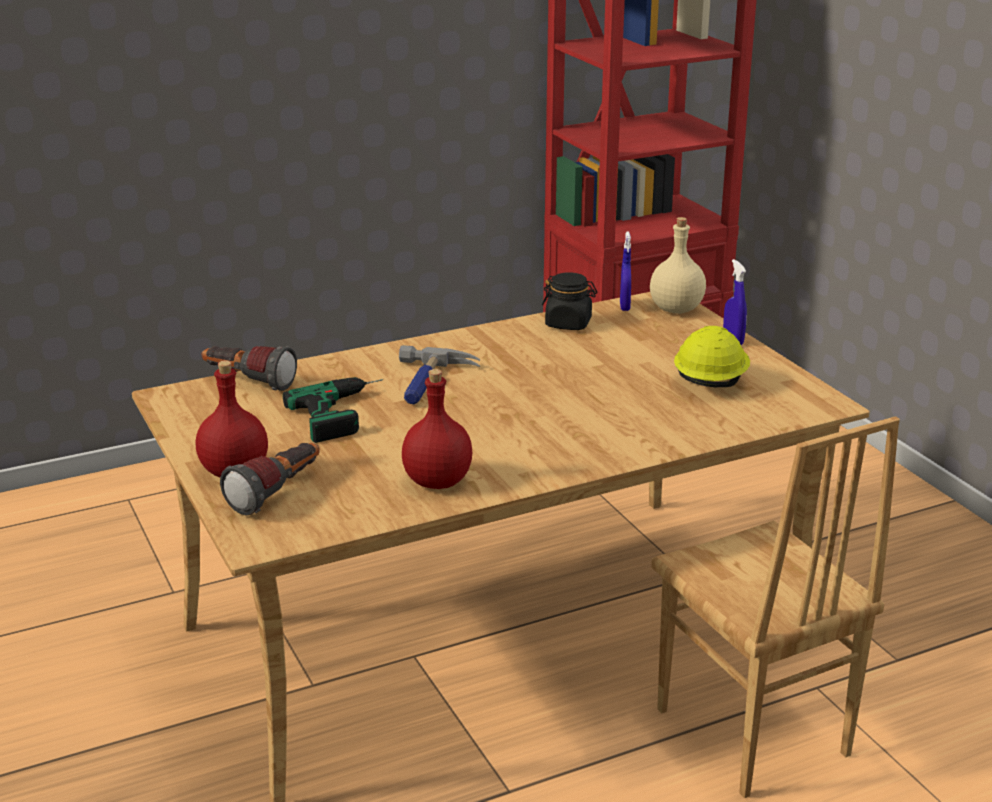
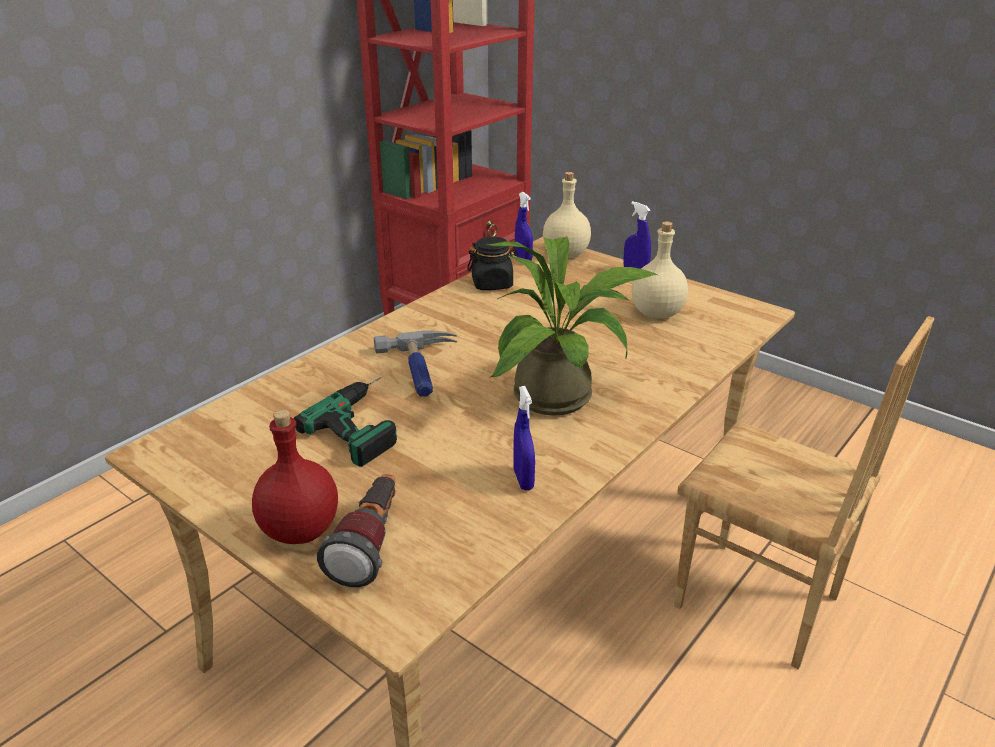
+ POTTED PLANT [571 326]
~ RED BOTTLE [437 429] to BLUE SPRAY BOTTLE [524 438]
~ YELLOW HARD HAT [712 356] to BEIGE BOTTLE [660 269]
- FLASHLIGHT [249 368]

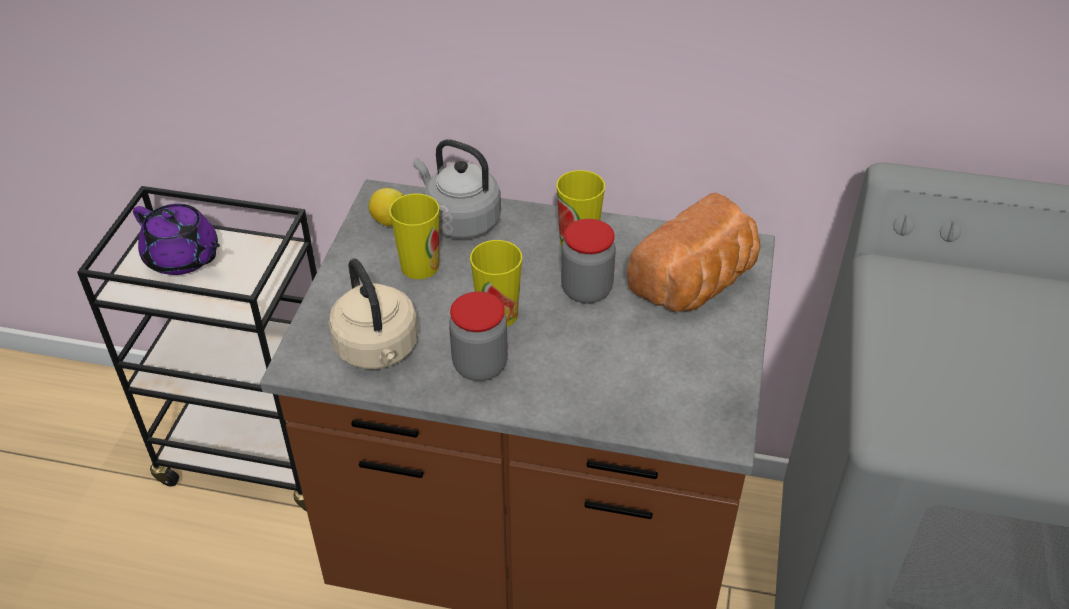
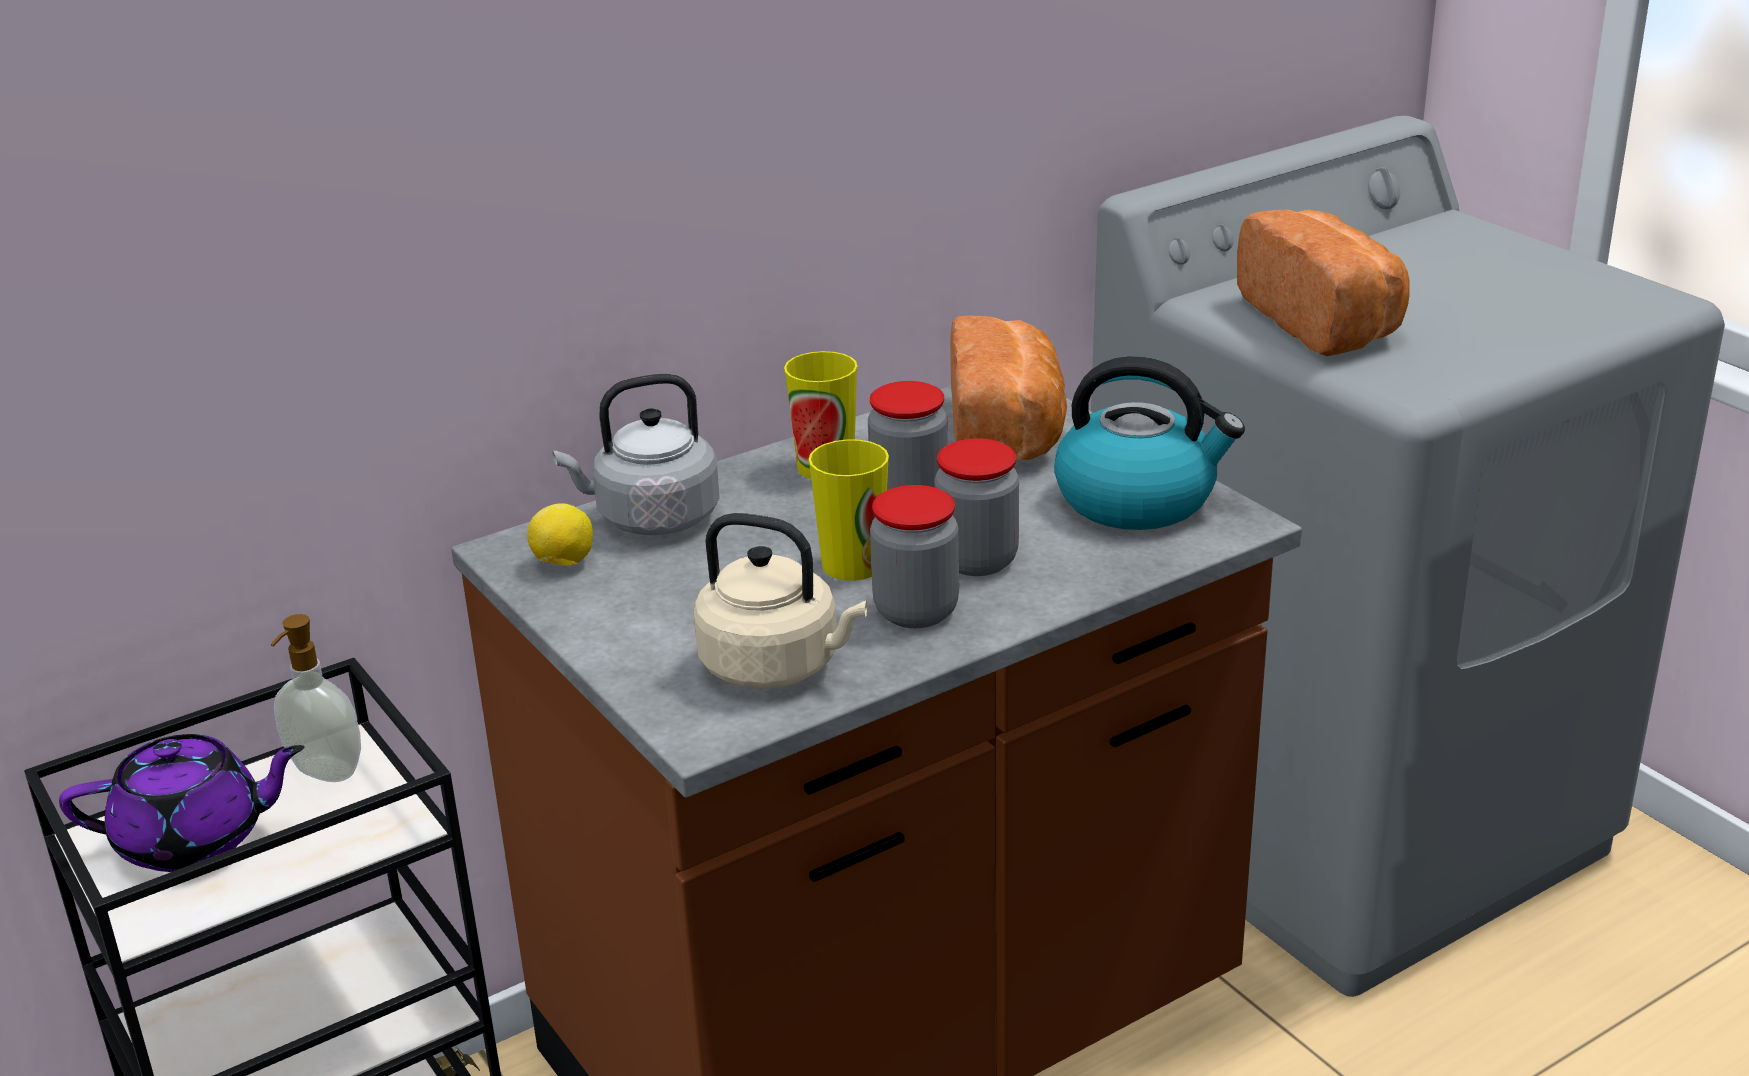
+ SOAP DISPENSER [316 698]
+ JAR [976 507]
+ KETTLE [1149 443]
+ BREAD [1323 283]
- CUP [414 236]

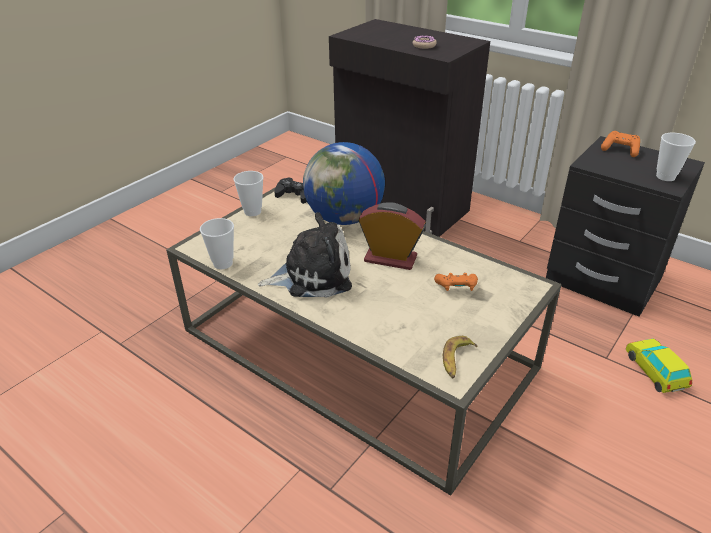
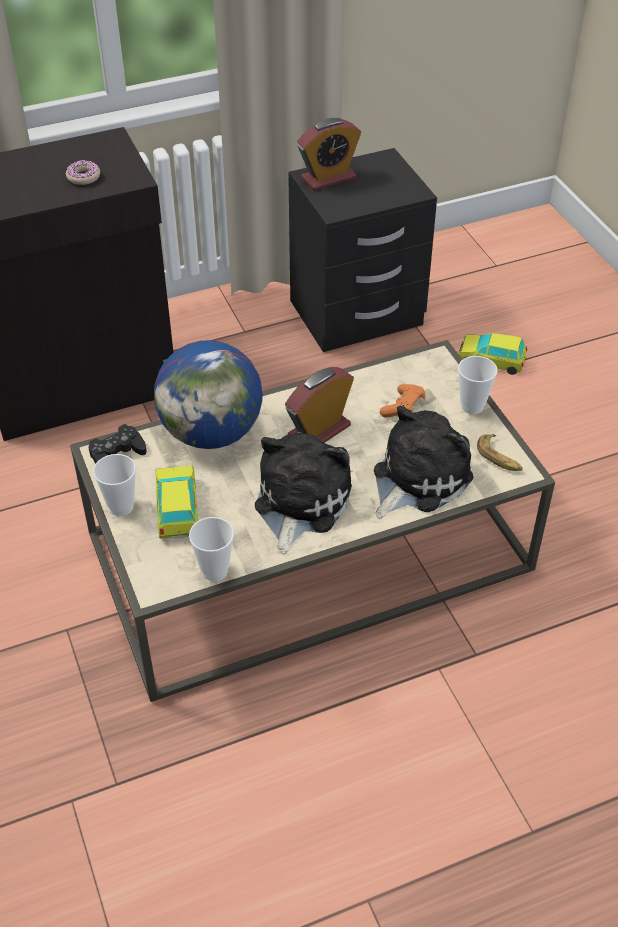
+ TOY CAR [176 502]
~ ORANGE GAME CONTROLLER [620 144] to ALARM CLOCK [329 154]
+ PLUSH TOY [423 461]
~ CUP [676 157] to [478 385]

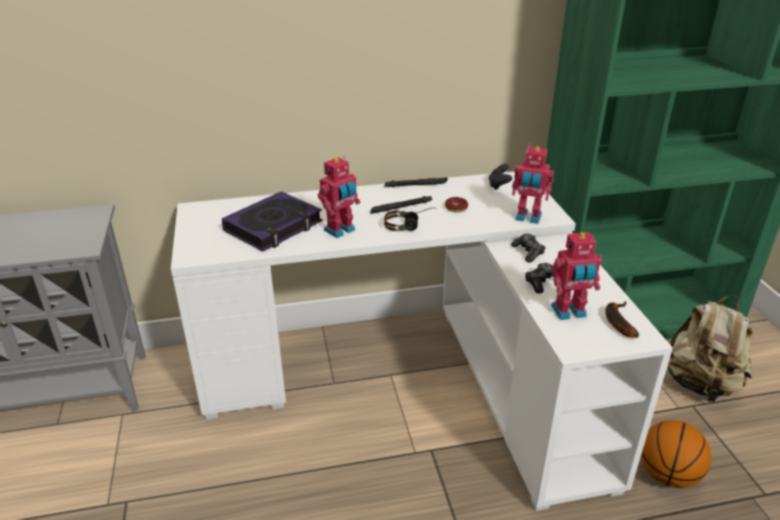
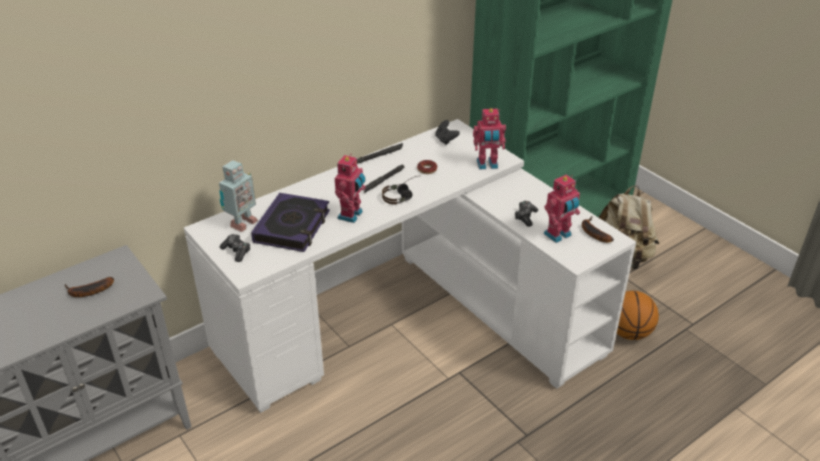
+ BANANA [89 287]
+ TOY ROBOT [238 196]
~ GAME CONTROLLER [528 248] to [235 248]

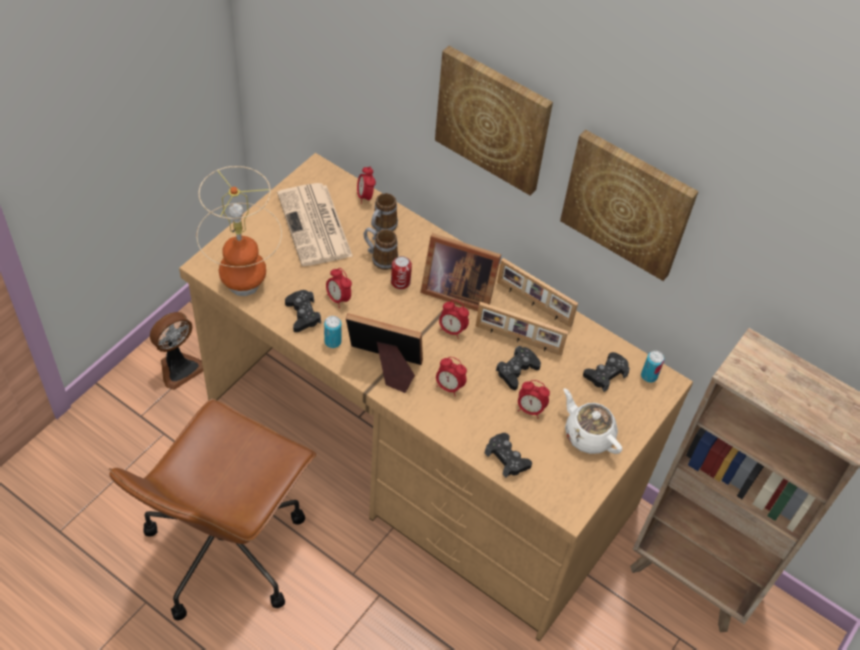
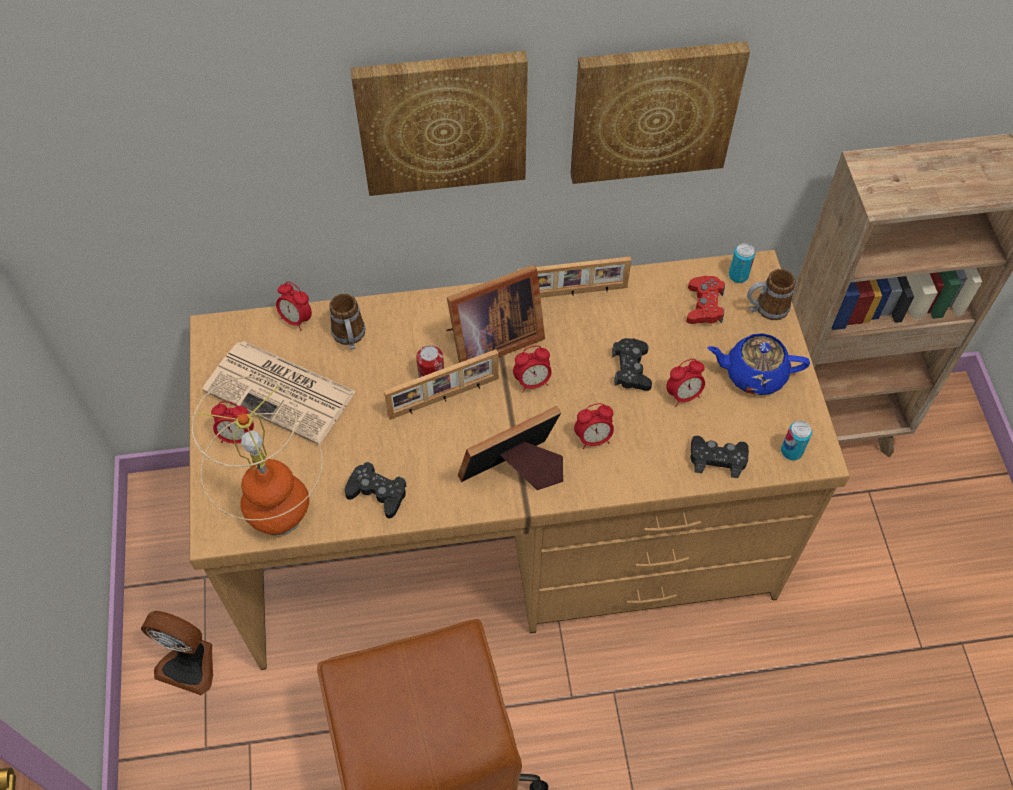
~ FAN [176 351] = [177 653] 105 degrees clockwise
~ ALARM CLOCK [339 288] to [232 422]
~ PICTURE FRAME [522 328] to [441 384]
~ BLACK GAME CONTROLLER [606 372] to RED GAME CONTROLLER [705 300]
~ WHITE TEAPOT [593 421] to BLUE TEAPOT [759 364]
~ MUG [381 248] to [771 294]
~ CAN [332 332] to [796 440]

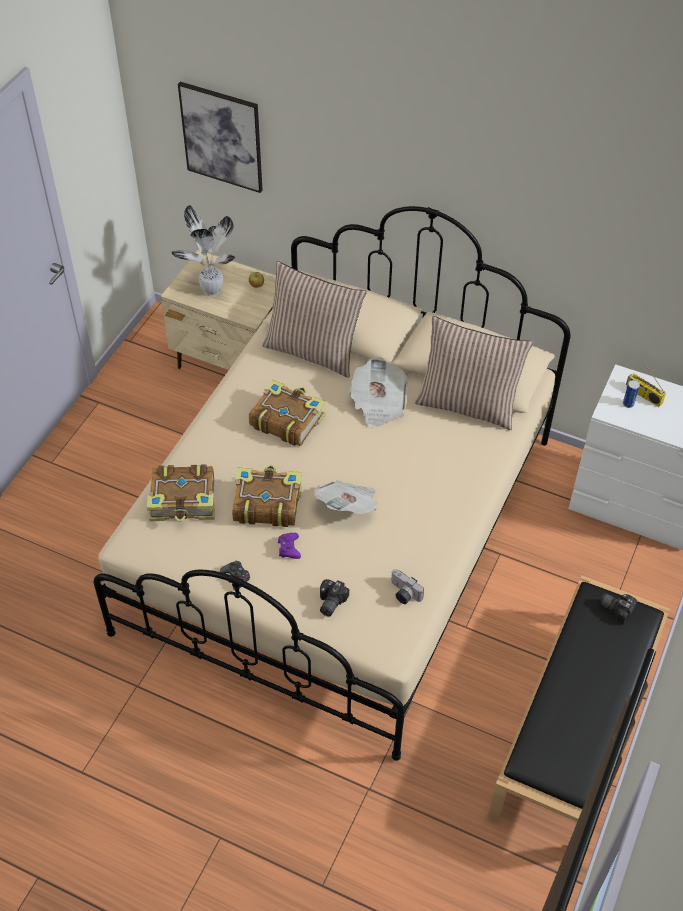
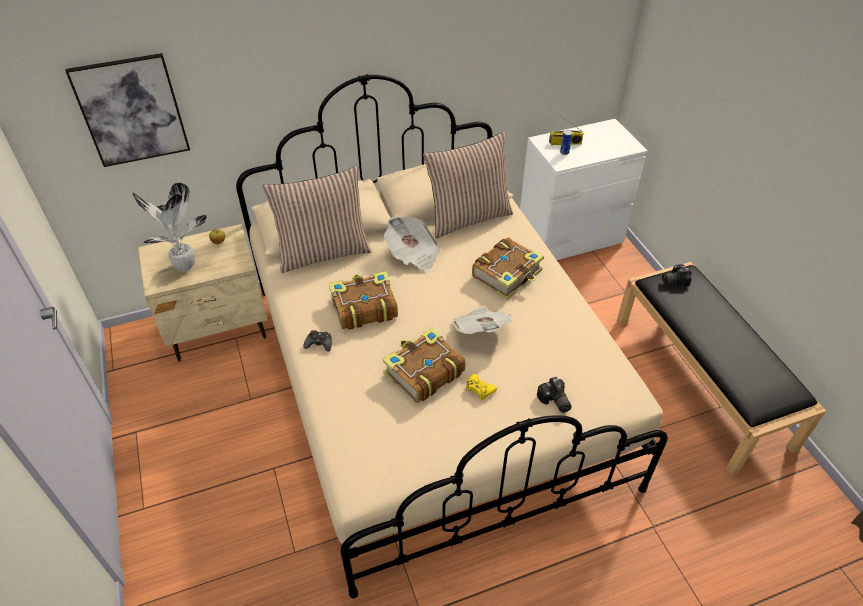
~ BLACK GAME CONTROLLER [235 576] to [317 341]
~ PURPLE GAME CONTROLLER [289 546] to YELLOW GAME CONTROLLER [481 387]
~ BOOK [181 492] to [508 268]
- PHOTO CAMERA [407 586]

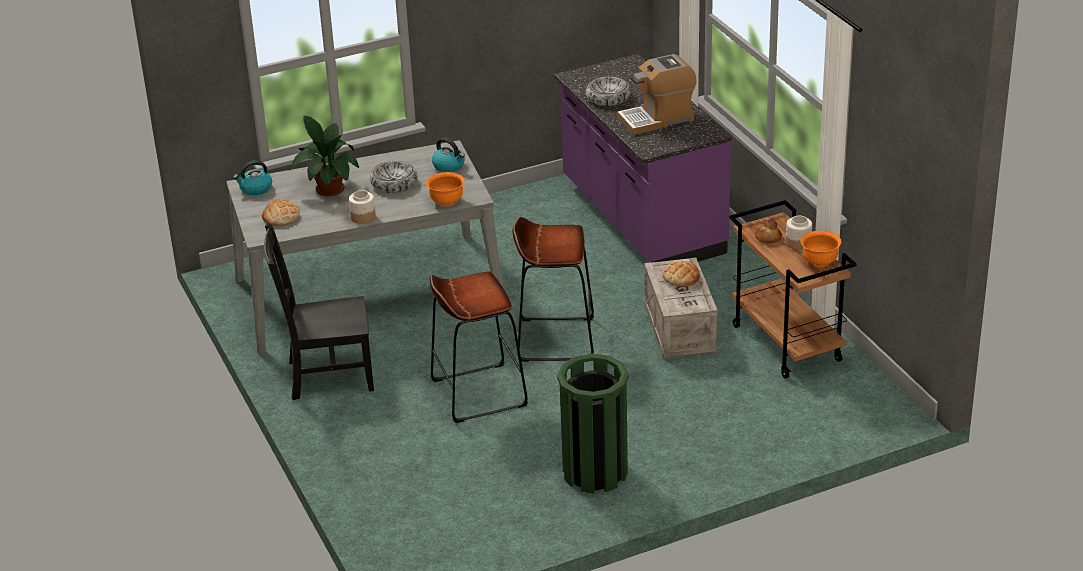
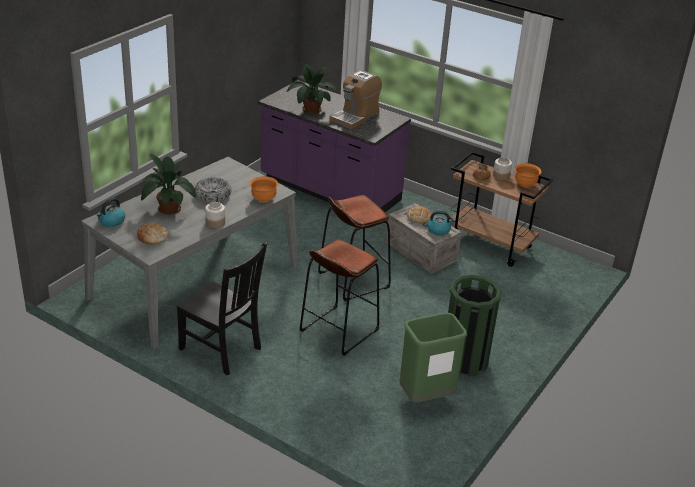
~ BLACK CHAIR [319 311] = [221 308] 105 degrees counterclockwise
~ BOWL [608 91] to POTTED PLANT [312 89]
+ GREEN TRASH CAN [433 357]
~ KETTLE [448 155] to [441 223]

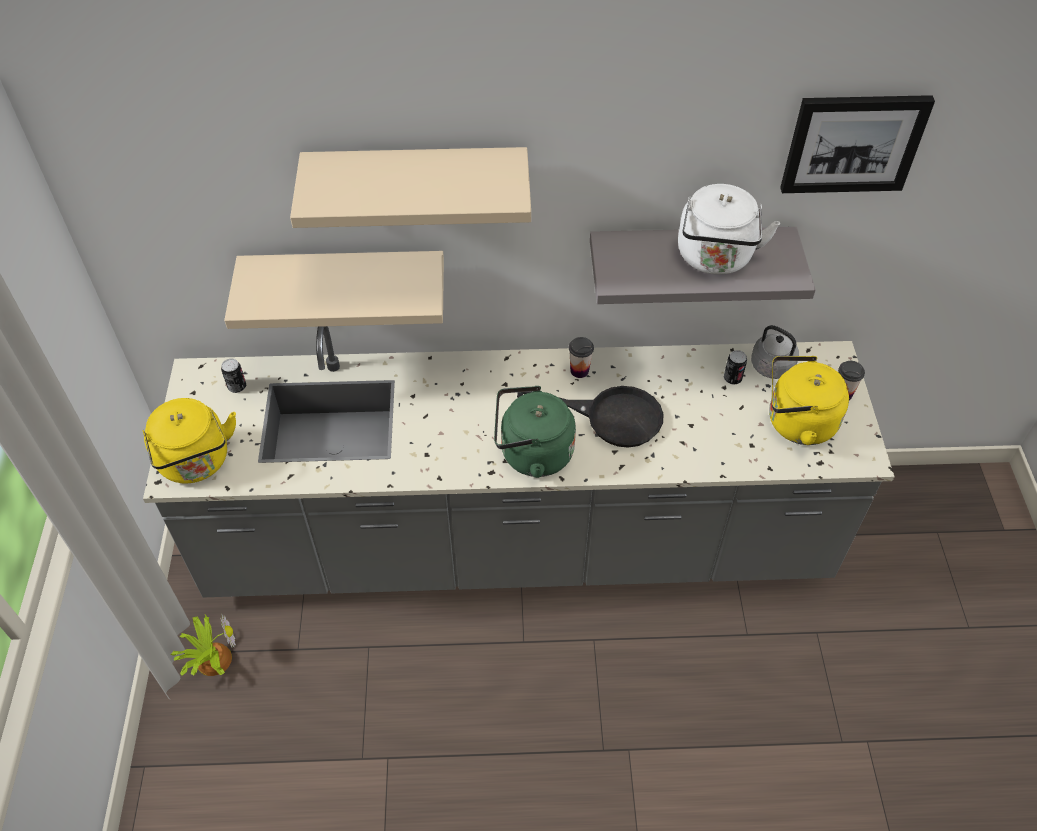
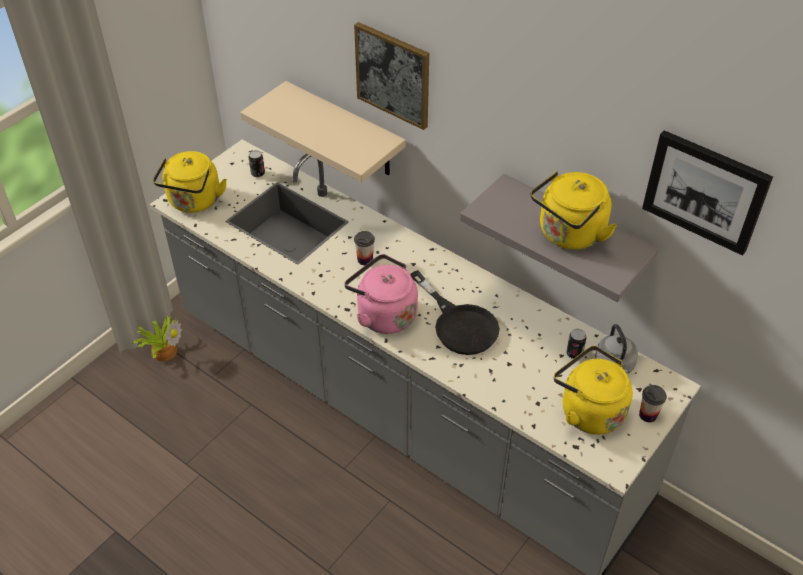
~ GREEN KETTLE [535 432] to PINK KETTLE [381 294]
~ BEIGE SHELF [410 187] to PICTURE [391 76]
~ CUP [581 357] to [364 248]
~ WHITE KETTLE [729 229] to YELLOW KETTLE [574 210]

